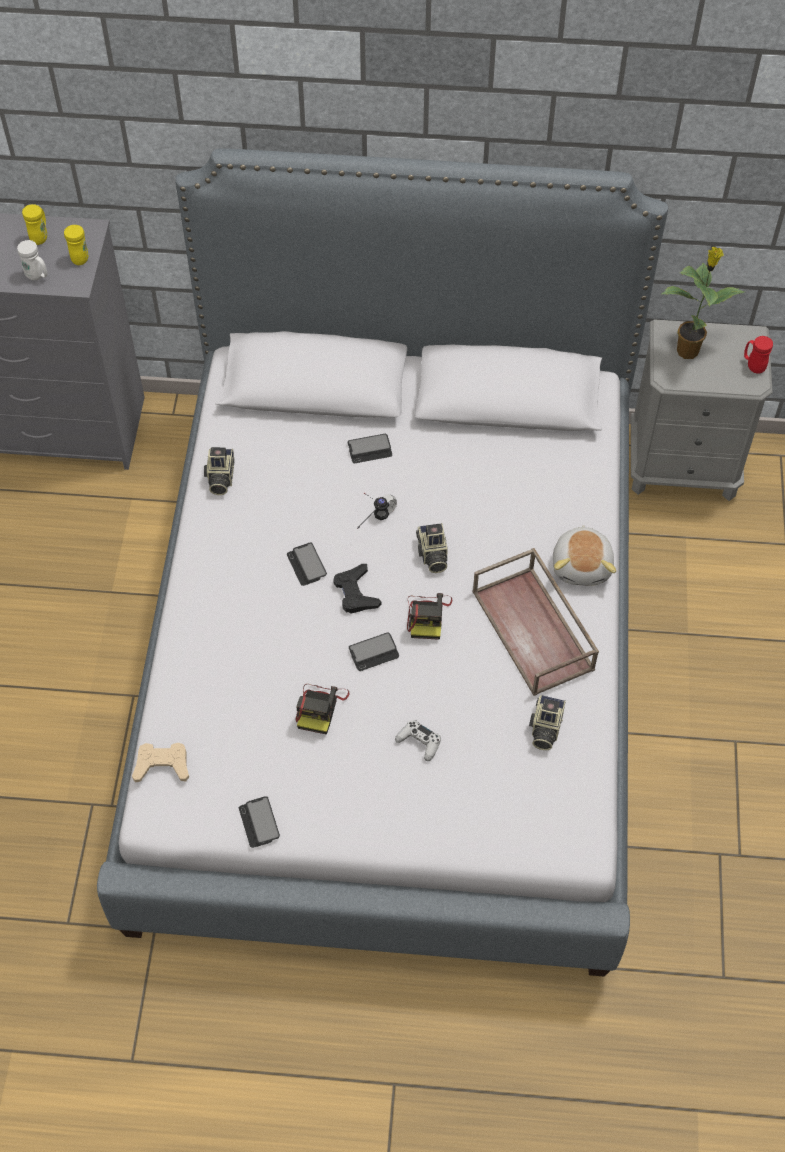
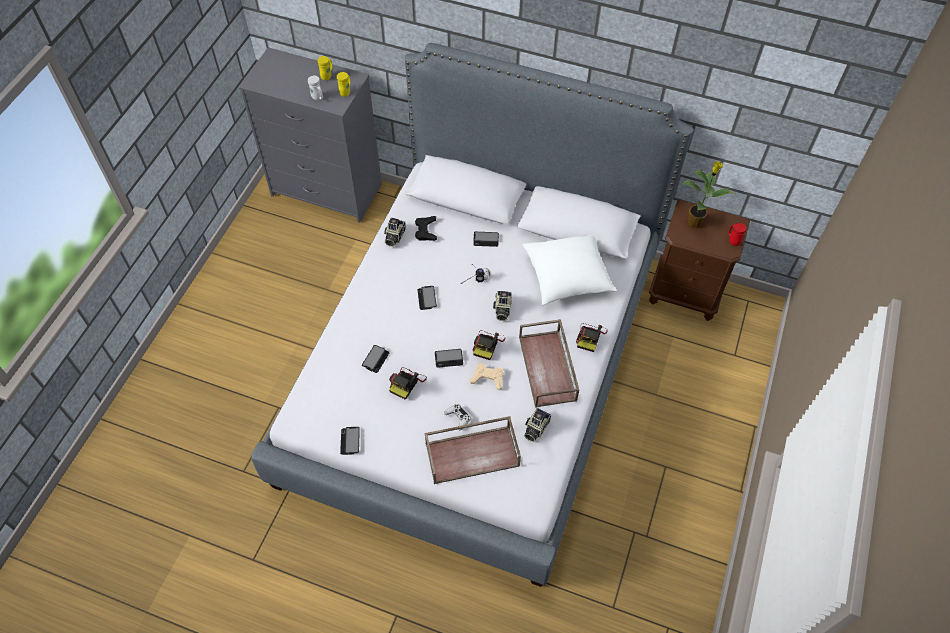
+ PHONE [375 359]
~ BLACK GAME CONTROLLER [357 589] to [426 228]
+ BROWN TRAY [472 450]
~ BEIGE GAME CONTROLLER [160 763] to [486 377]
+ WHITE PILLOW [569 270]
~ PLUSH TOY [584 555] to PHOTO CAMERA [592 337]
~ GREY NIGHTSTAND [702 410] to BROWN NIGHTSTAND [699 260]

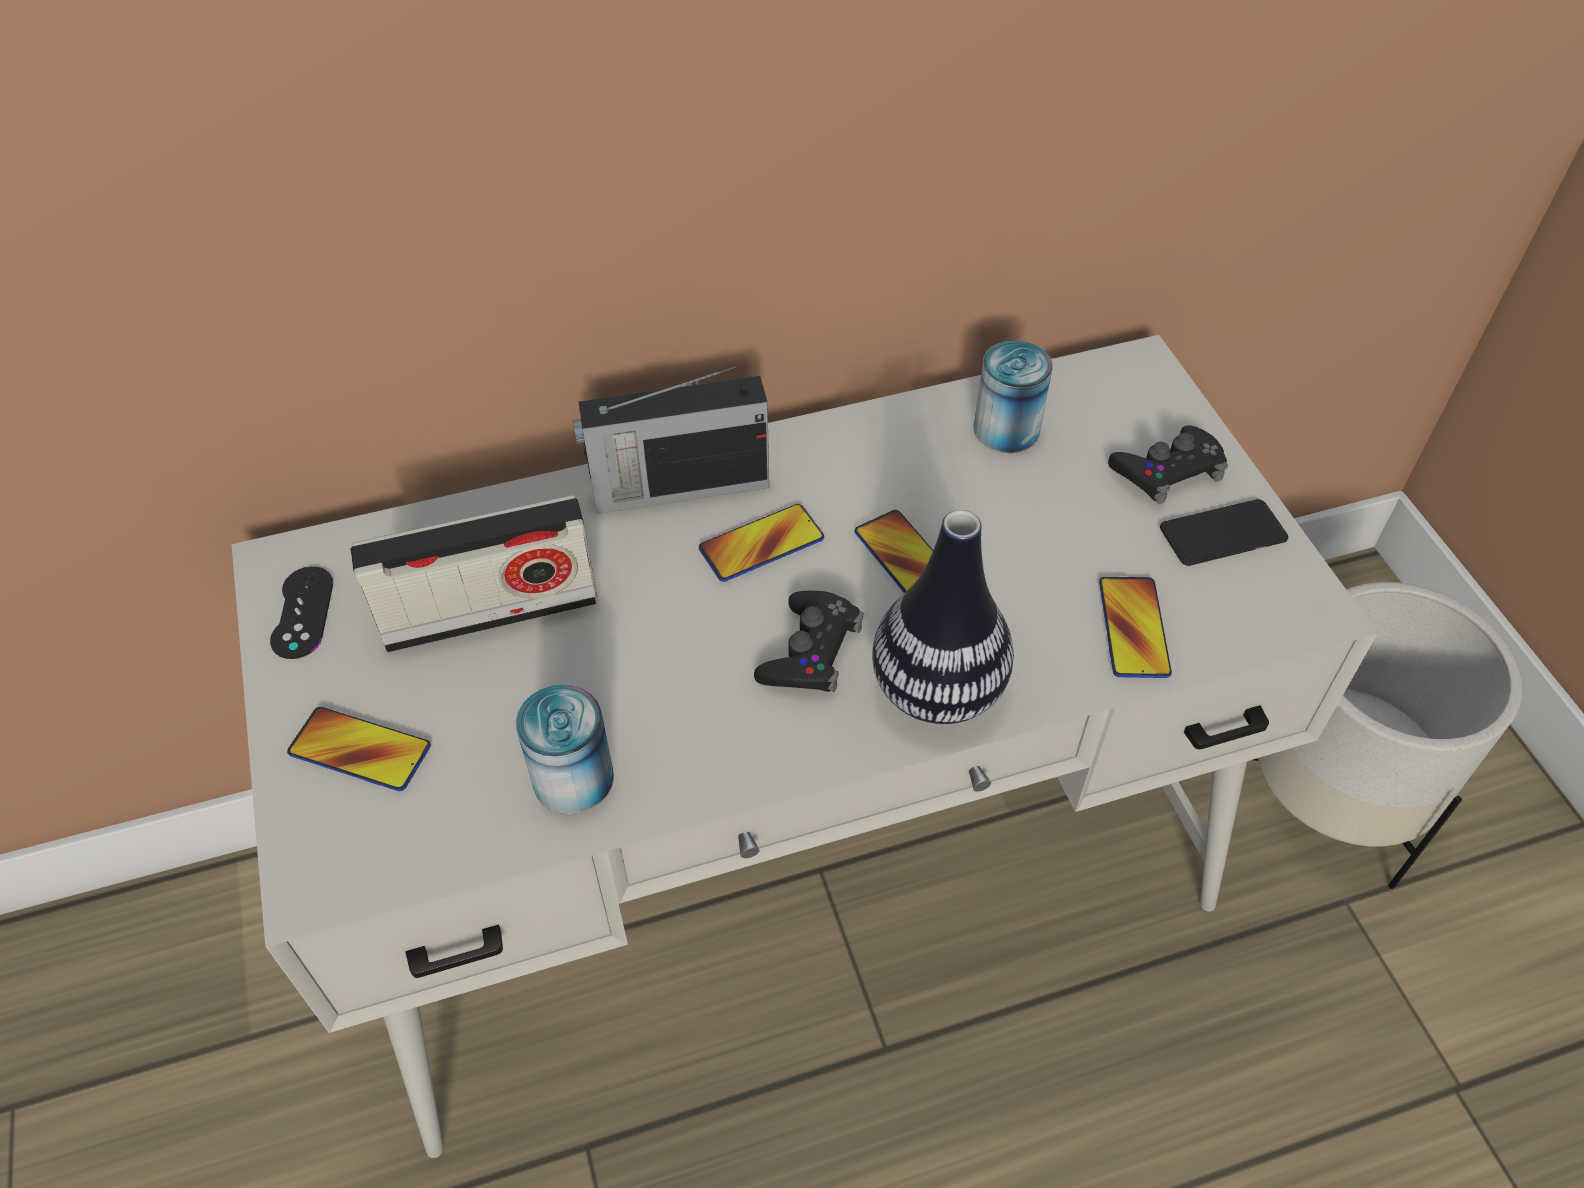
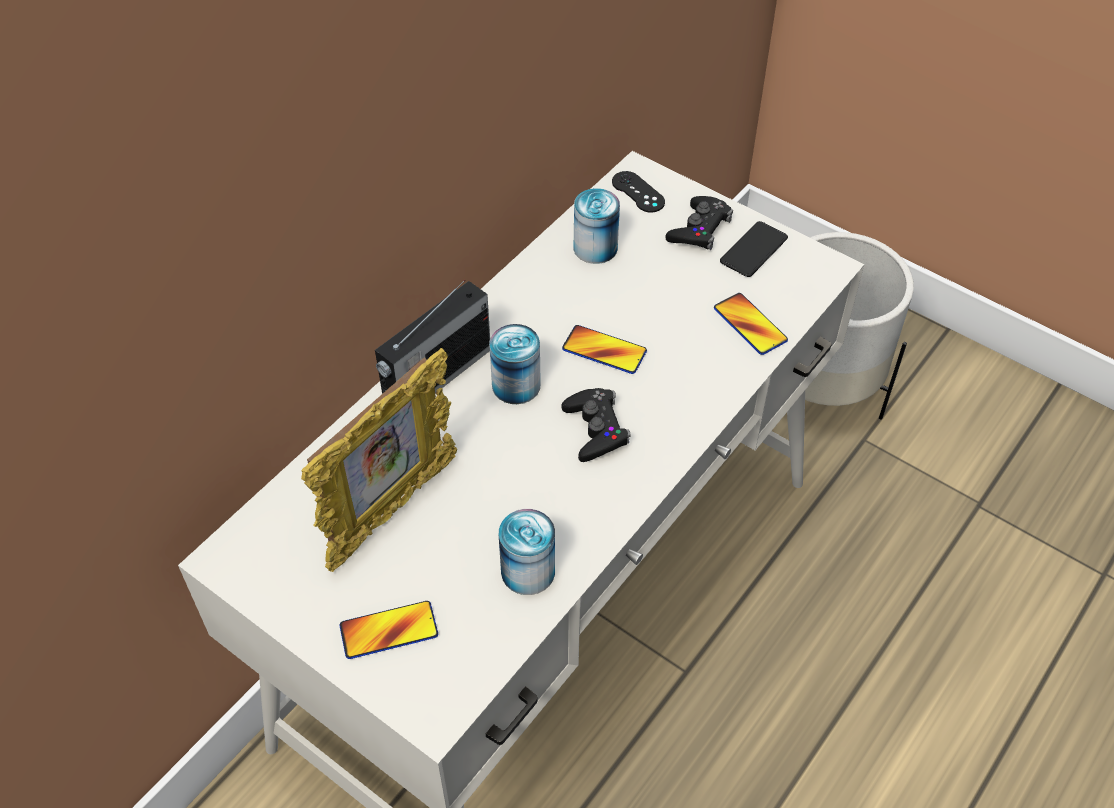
~ RADIO [474 574] to PICTURE FRAME [379 460]
~ PHONE [761 543] to CAN [515 364]
~ BLACK GAME CONTROLLER [301 612] to [638 191]
- VASE [943 617]

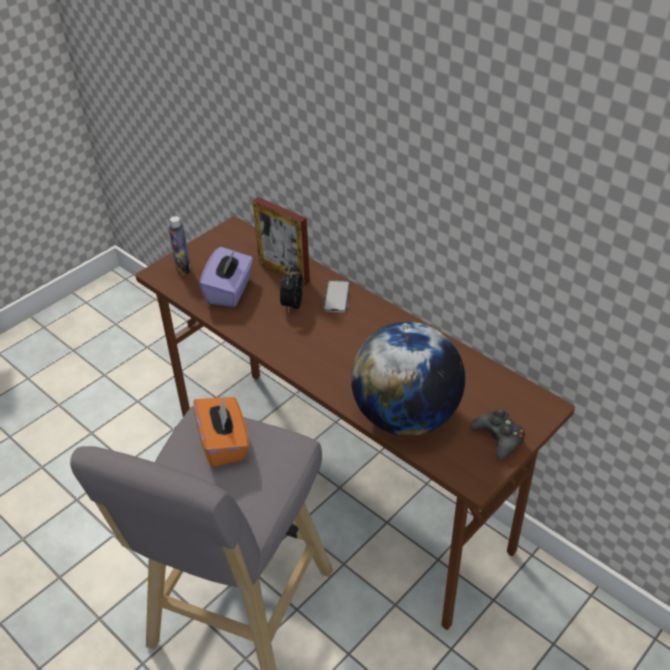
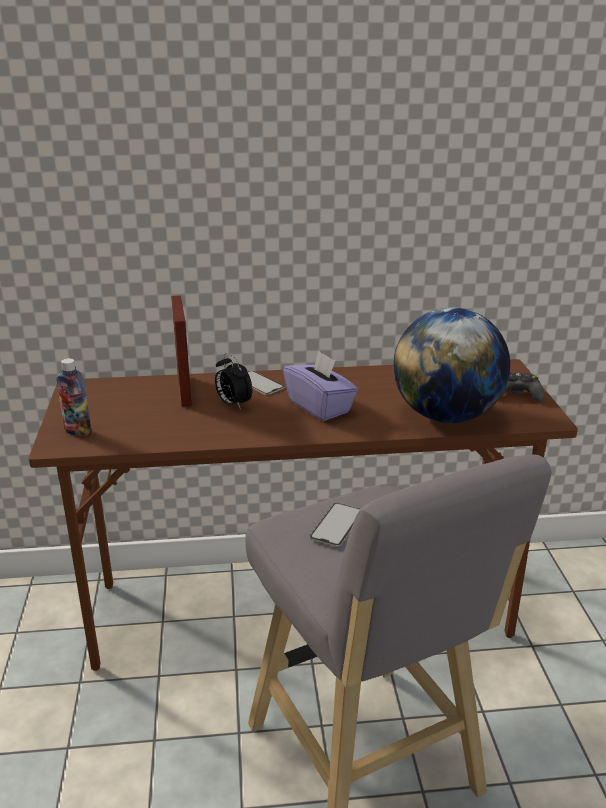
~ PICTURE FRAME [281 241] = [181 351] 90 degrees counterclockwise
~ PURPLE TISSUE BOX [226 277] to [320 386]
~ ORANGE TISSUE BOX [221 432] to PHONE [335 525]

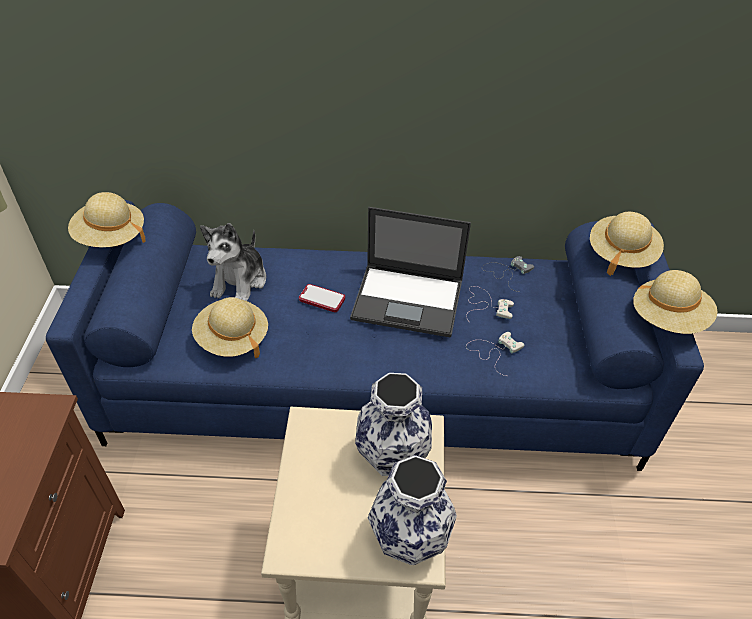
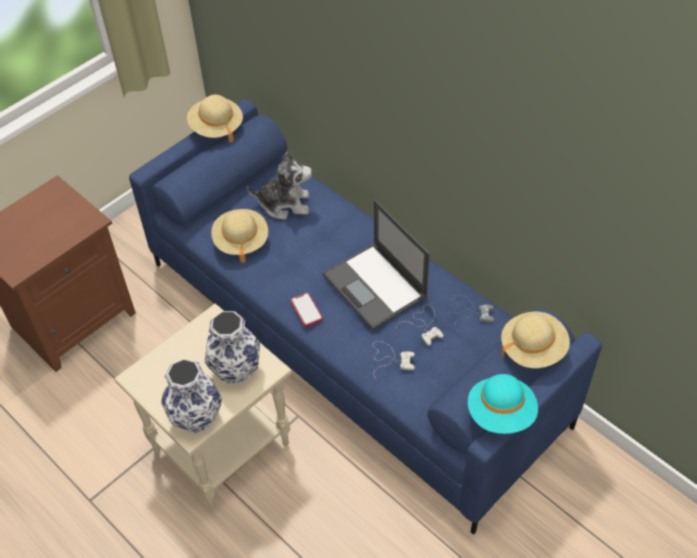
~ PLUSH TOY [233 262] = [279 186] 150 degrees counterclockwise
~ PHONE [322 298] to [307 310]
~ BEIGE HAT [675 302] to TURQUOISE HAT [503 404]

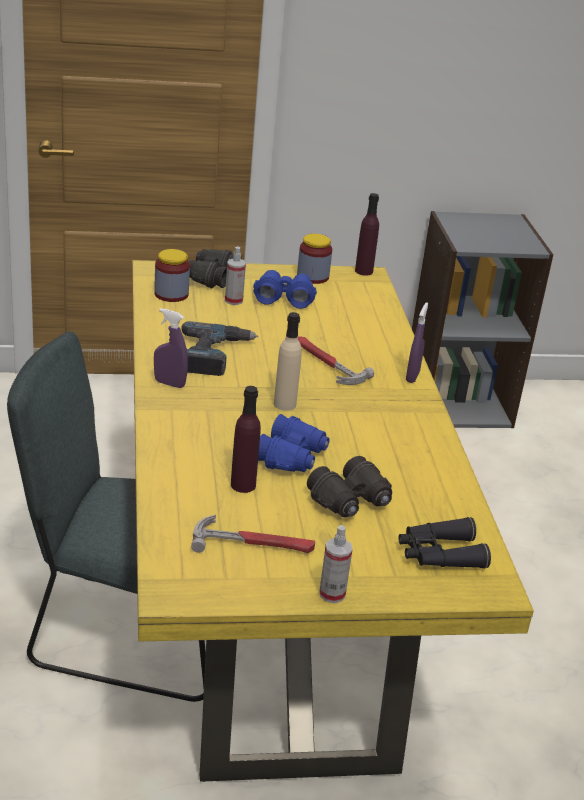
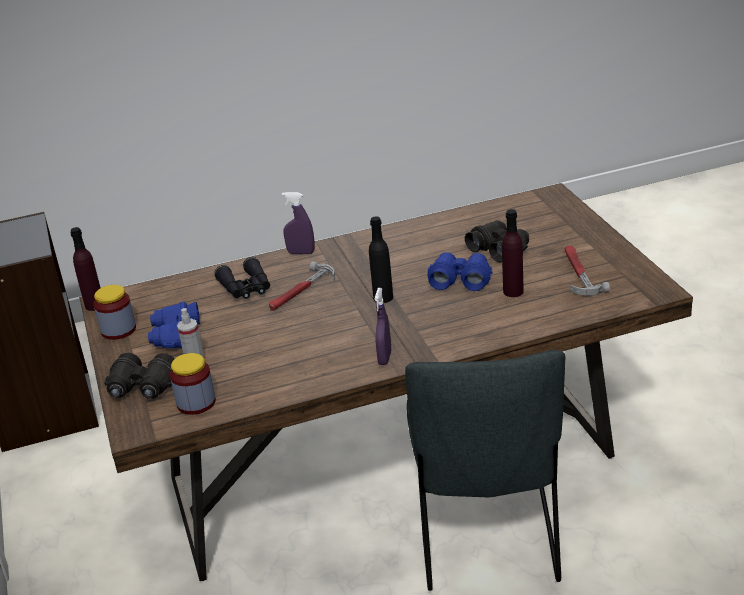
~ YELLOW DINING TABLE [333 521] to BROWN DINING TABLE [386 382]
~ BLACK BINOCULARS [444 543] to [242 278]
~ BEIGE BOTTLE [288 361] to BLACK BOTTLE [381 259]
- POWER DRILL [219 348]
- SPRAY BOTTLE [336 564]

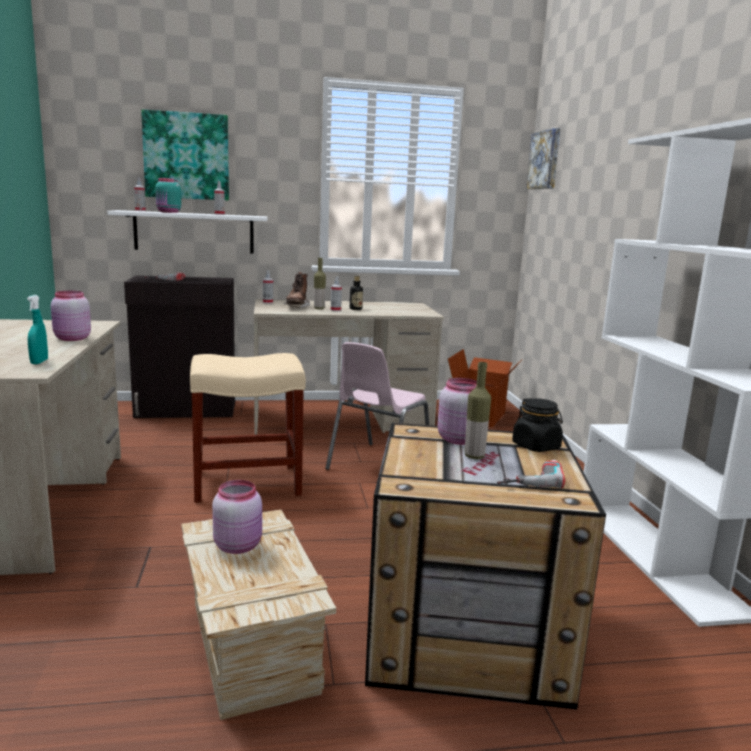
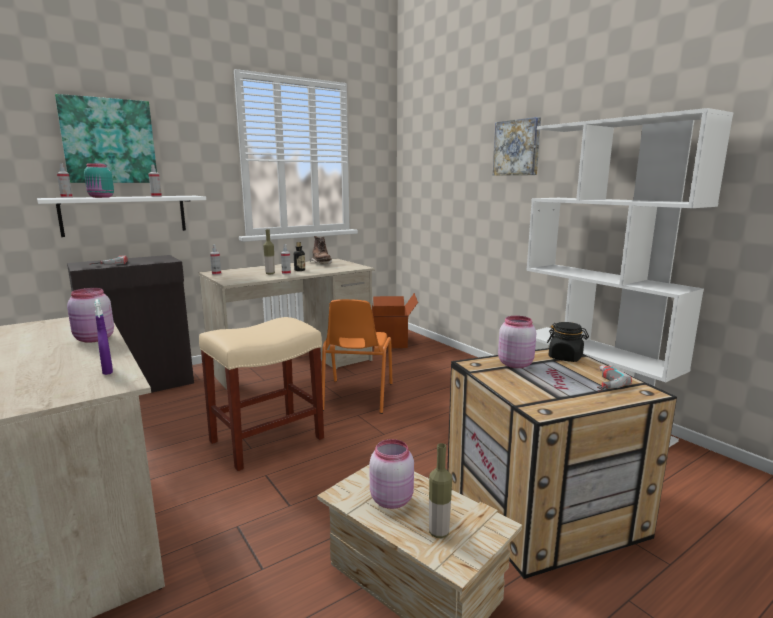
~ TURQUOISE SPRAY BOTTLE [37 329] to PURPLE SPRAY BOTTLE [104 337]
~ BROWN BOOT [297 290] to [321 250]
~ PINK CHAIR [377 406] to ORANGE CHAIR [357 356]
~ BOTTLE [478 410] to [440 490]
~ PICTURE [543 158] to [517 146]

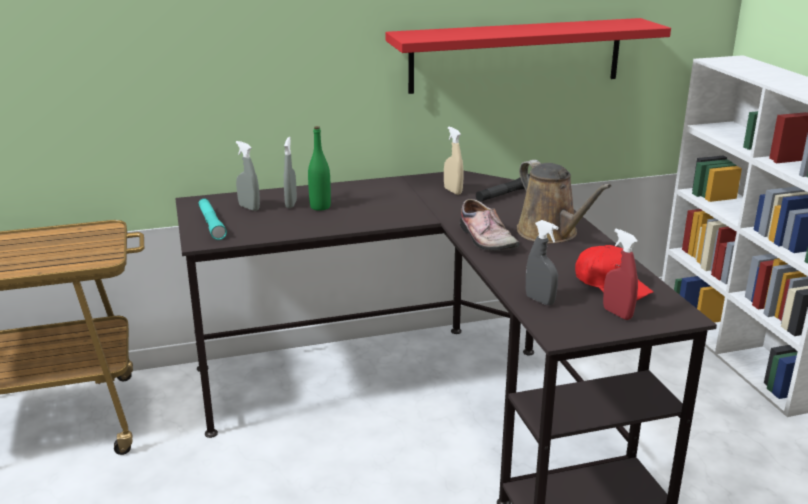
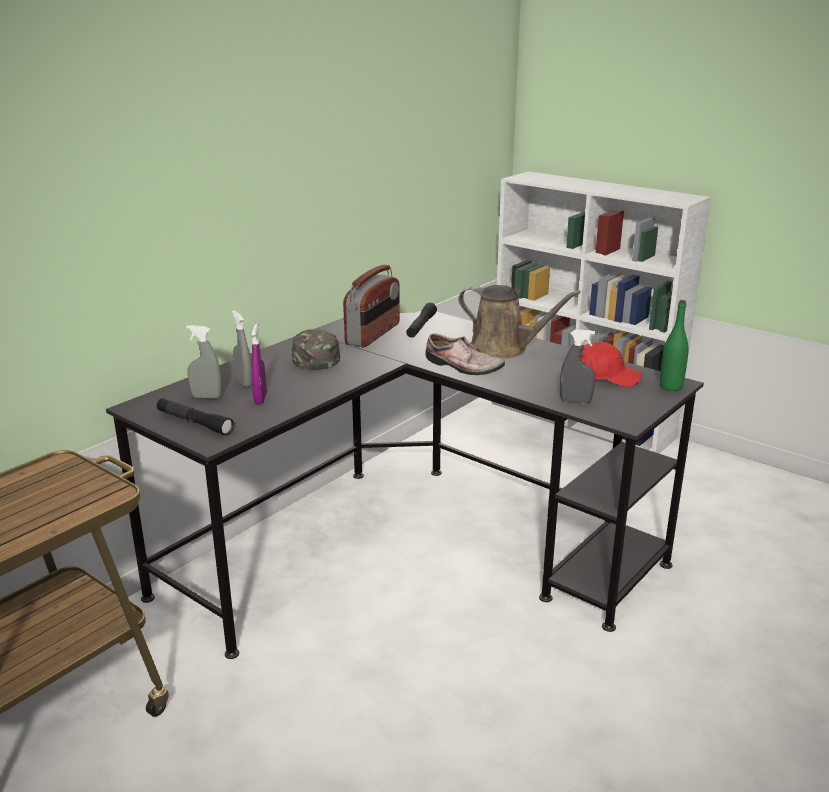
~ TURQUOISE FLASHLIGHT [213 219] to BLACK FLASHLIGHT [195 417]
+ PURPLE SPRAY BOTTLE [259 363]
+ GREEN CAP [315 349]
~ BEIGE SPRAY BOTTLE [454 161] to RADIO [371 306]
~ GREEN BOTTLE [319 168] to [674 345]
- RED SHELF [528 56]
- RED SPRAY BOTTLE [620 274]

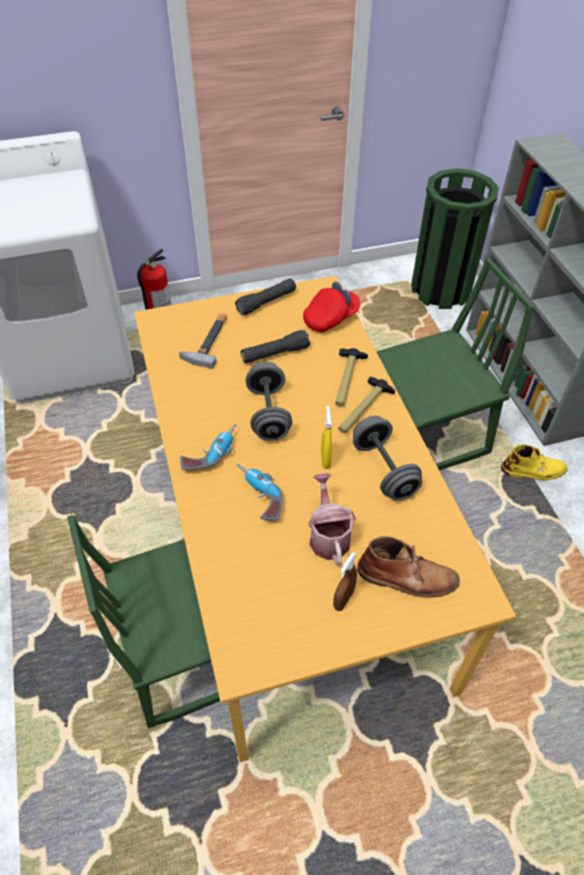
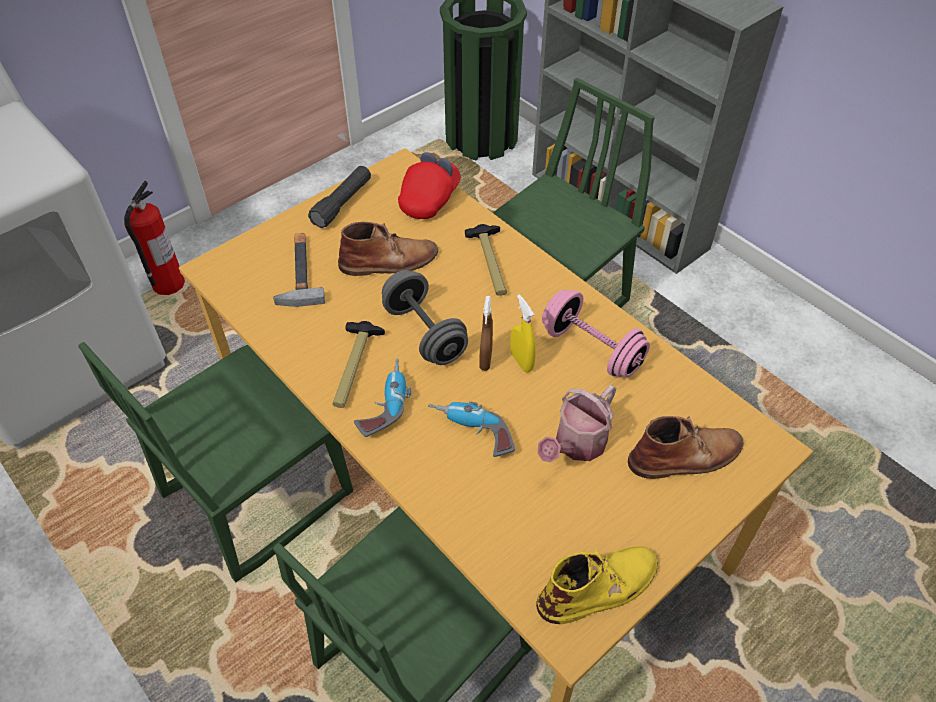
+ GREEN CHAIR [215 462]
~ HAMMER [366 405] to [359 364]
~ BLACK FLASHLIGHT [275 346] to BROWN BOOT [388 249]
~ BROWN SPRAY BOTTLE [345 581] to [486 333]
~ YELLOW BOOT [534 462] to [597 585]
~ WATERING CAN [332 519] = [576 423] 105 degrees counterclockwise
~ GREY DUMBBELL [387 458] to PINK DUMBBELL [596 334]

